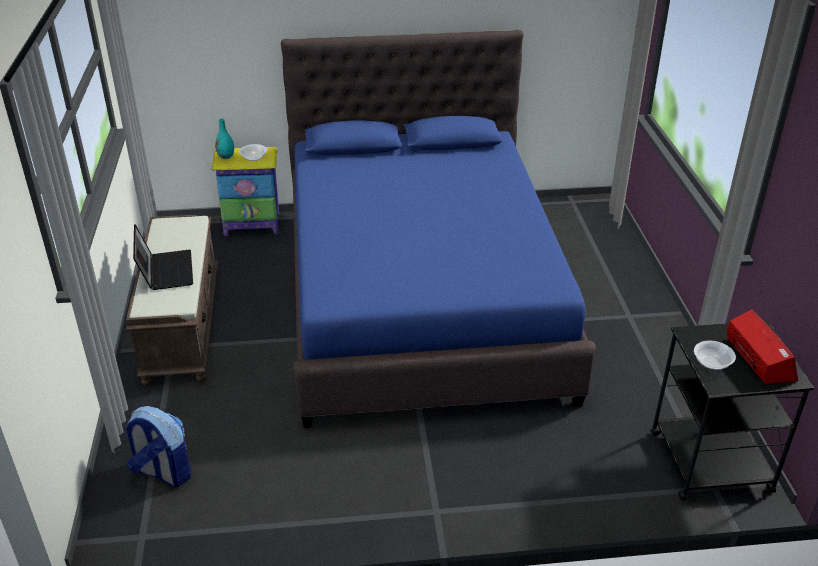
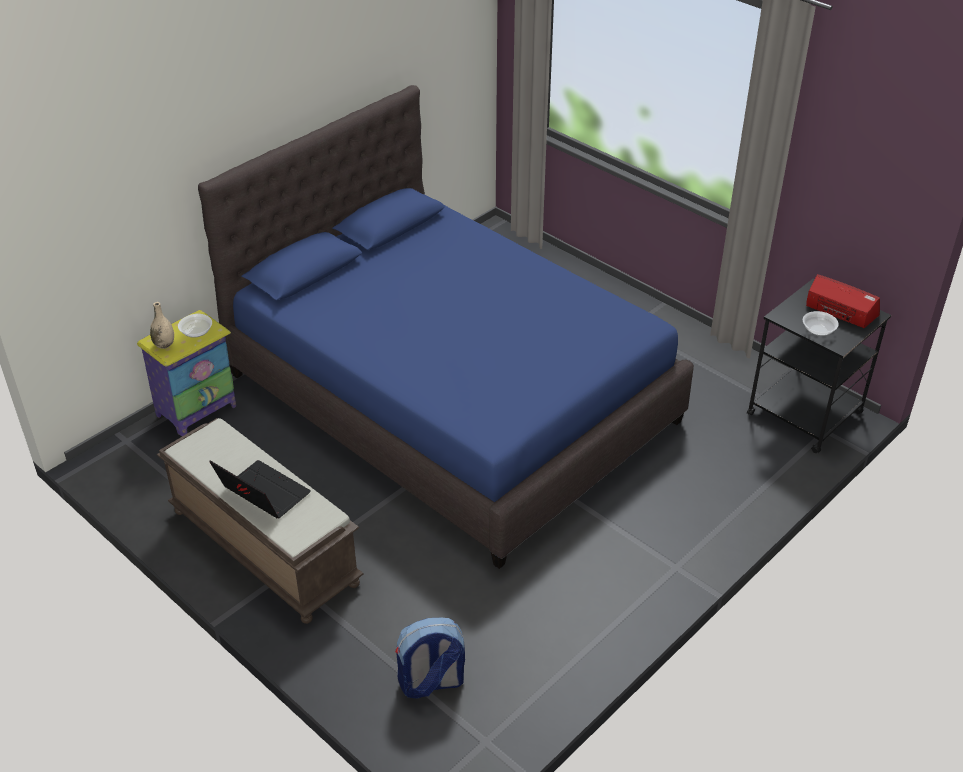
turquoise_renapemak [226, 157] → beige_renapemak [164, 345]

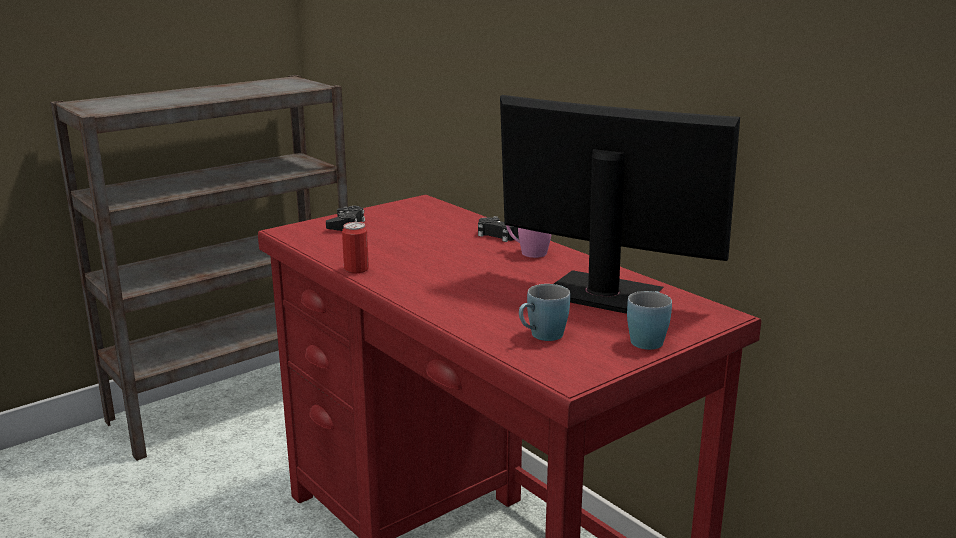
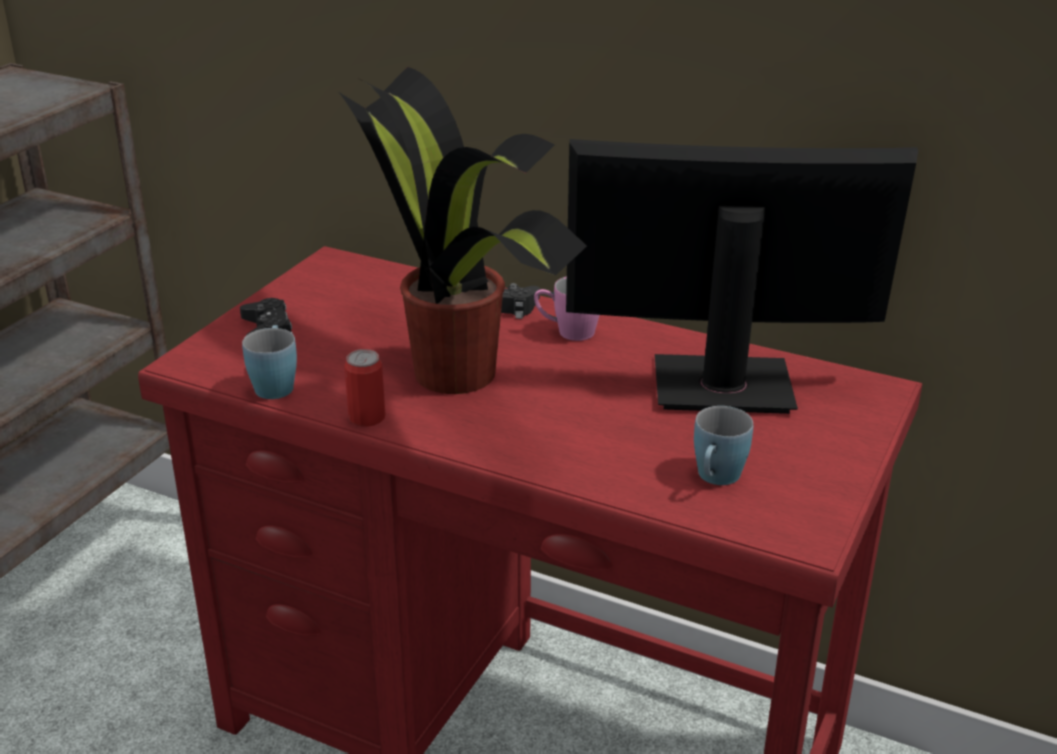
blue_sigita [648, 339] → blue_sigita [275, 383], relocated
- → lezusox [457, 375]

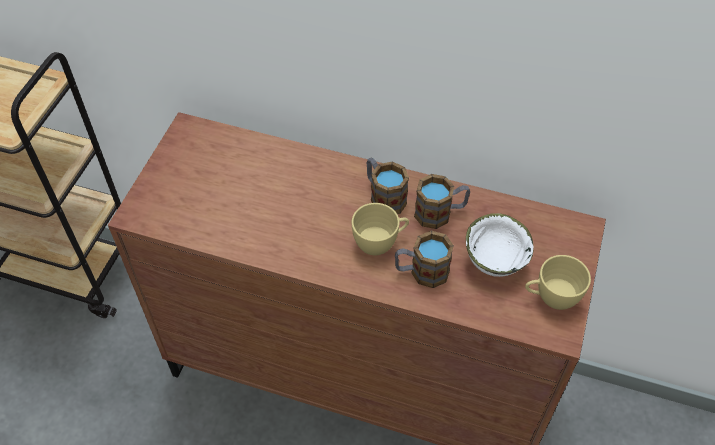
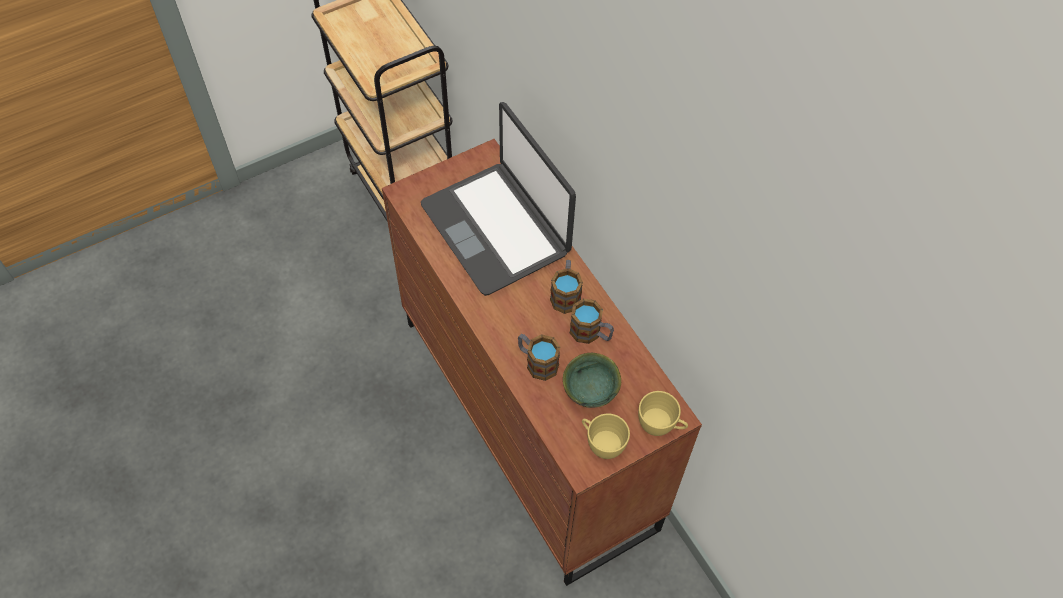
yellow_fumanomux [380, 243] → yellow_fumanomux [660, 426], relocated
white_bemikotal [494, 261] → green_bemikotal [591, 392]
- → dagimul [497, 228]

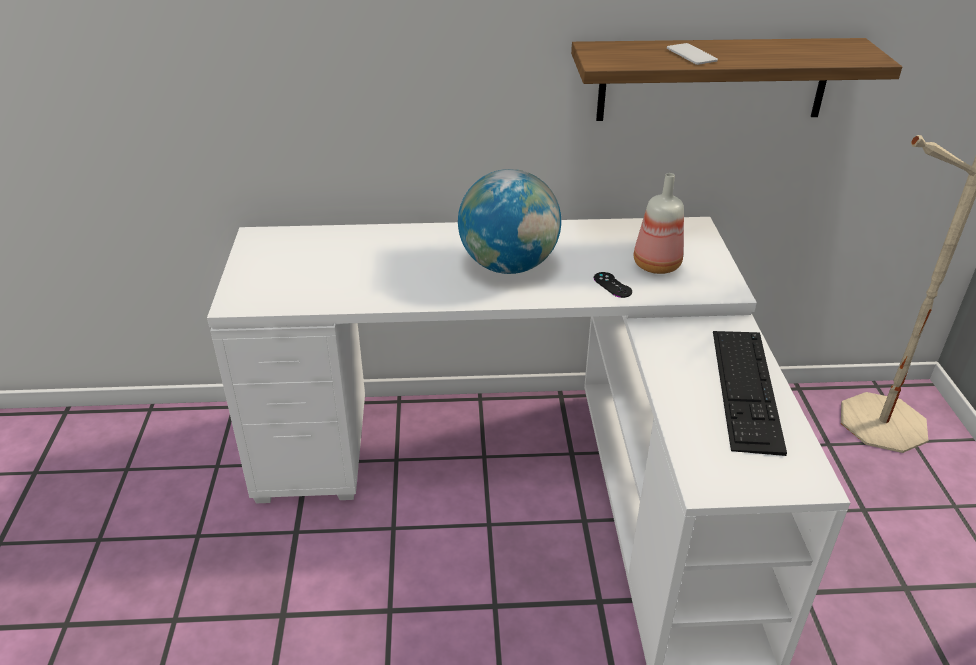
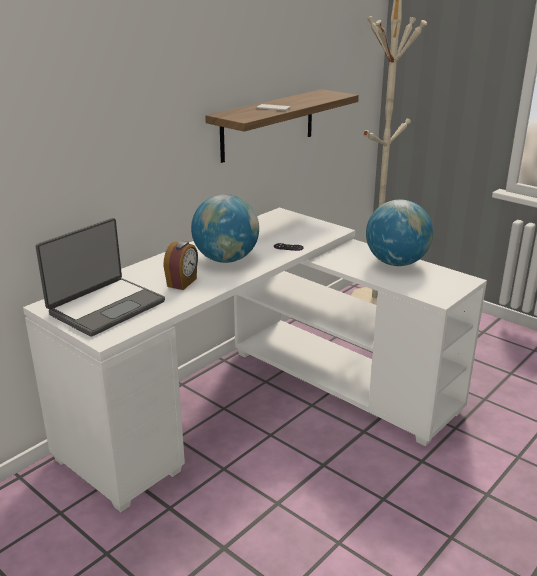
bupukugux [656, 266] → -
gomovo [746, 388] → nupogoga [396, 263]
- → dagimul [105, 307]
- → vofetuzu [182, 283]

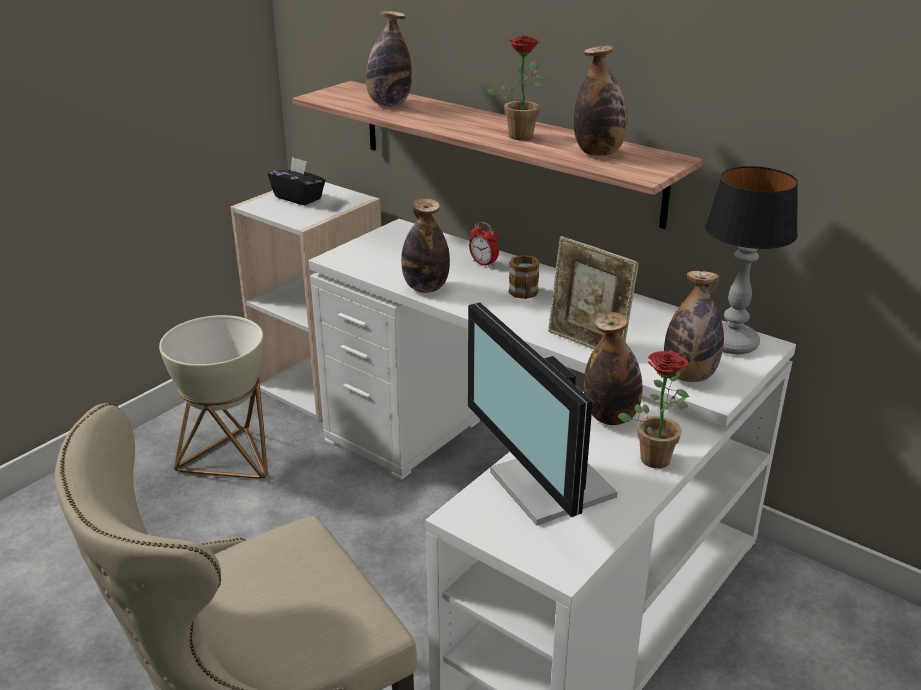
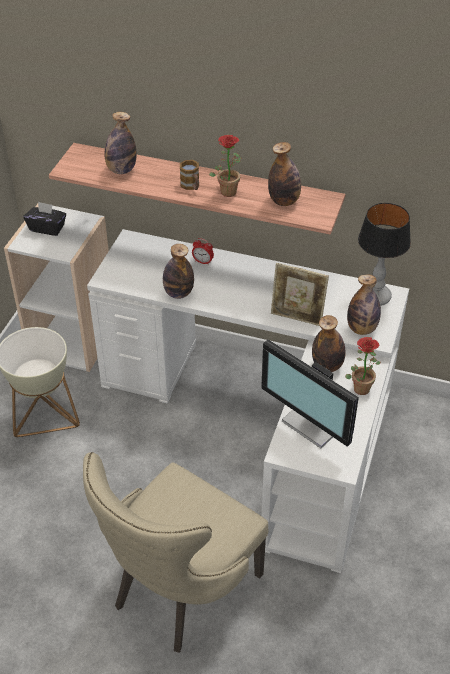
sigita [524, 295] → sigita [191, 186], relocated

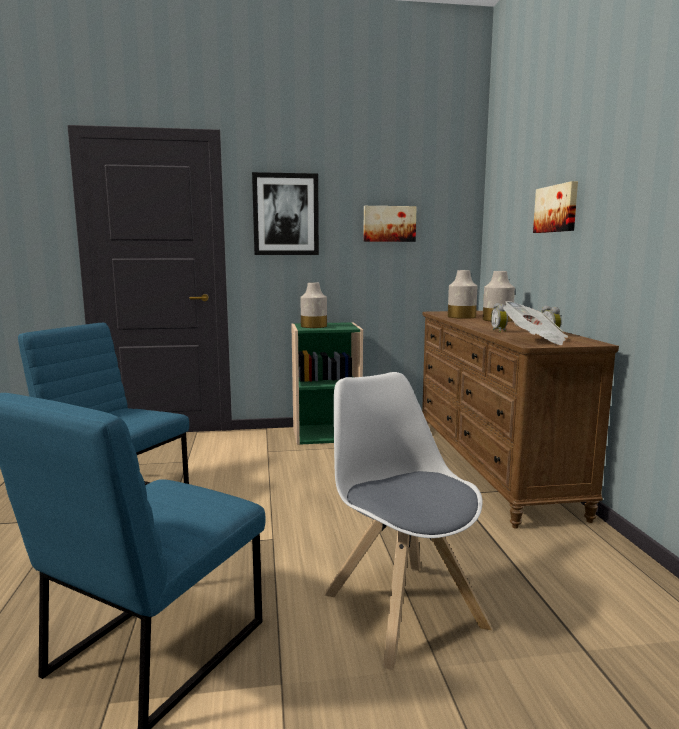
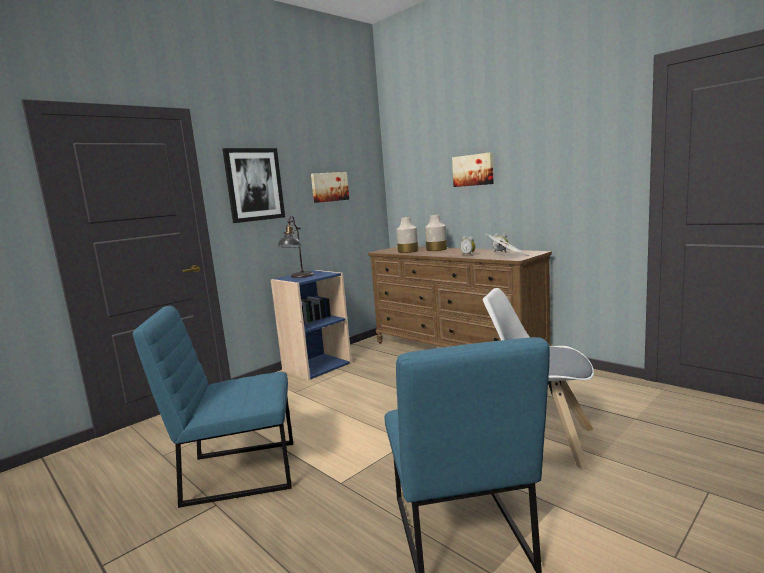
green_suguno [327, 434] → blue_suguno [317, 366]
beige_renapemak [314, 326] → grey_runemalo [299, 277]

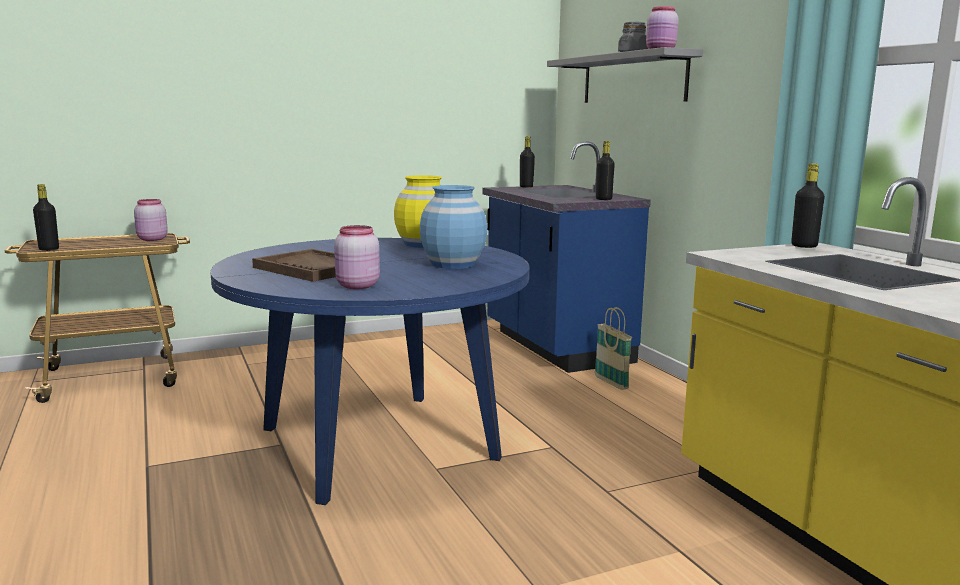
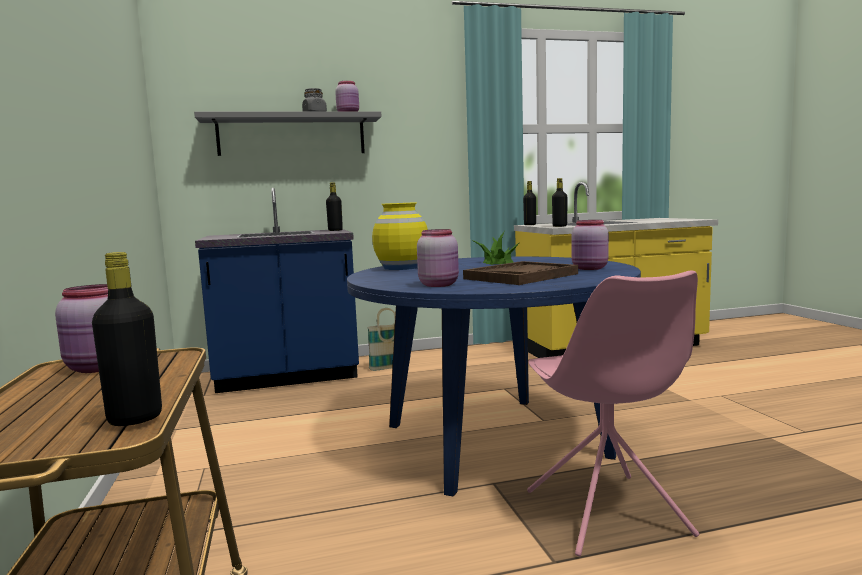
blue_renapemak [452, 264] → lezusox [498, 262]
black_bupukugux [526, 187] → black_bupukugux [559, 226], relocated
- → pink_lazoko [439, 285]
- → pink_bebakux [607, 514]

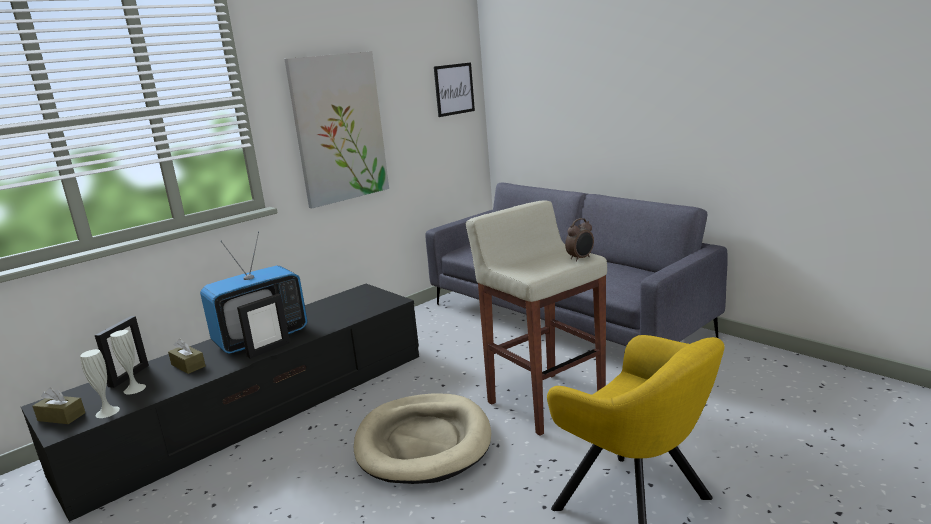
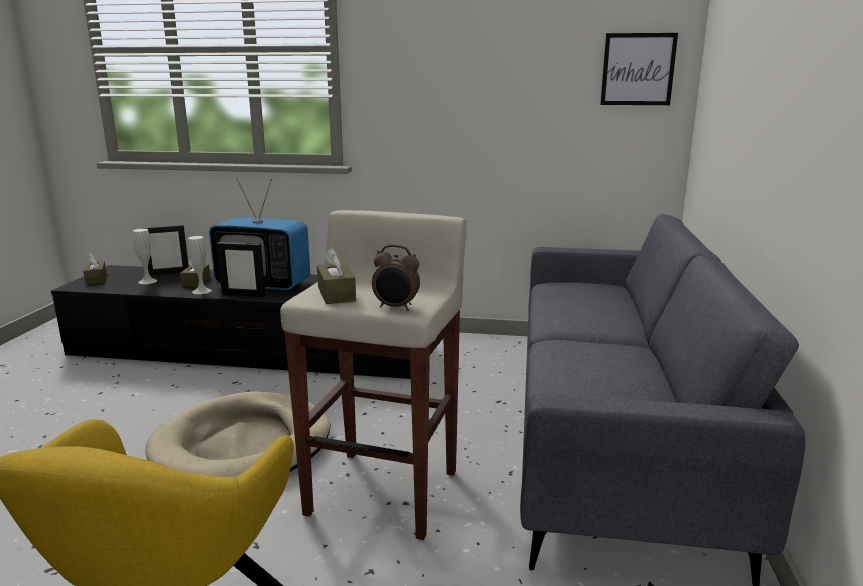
white_renapemak [107, 412] → white_renapemak [202, 291], relocated
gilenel [339, 128] → -
- → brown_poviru [336, 294]

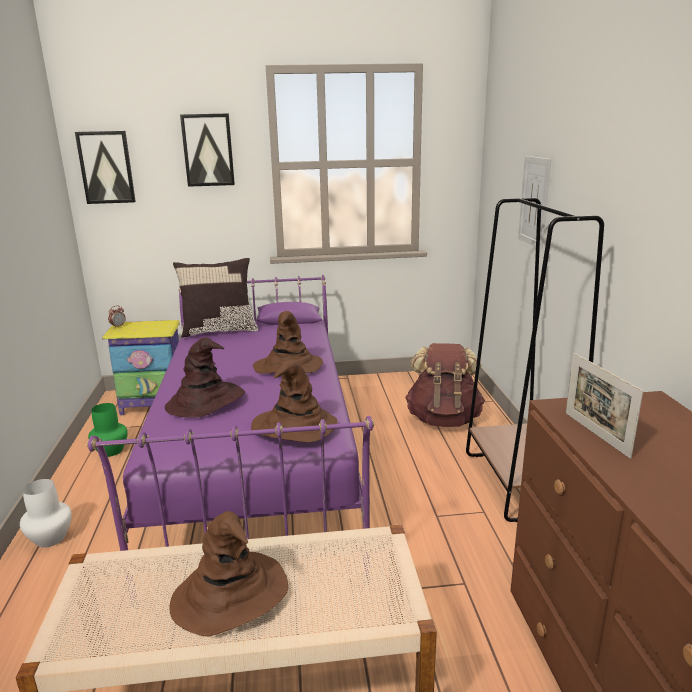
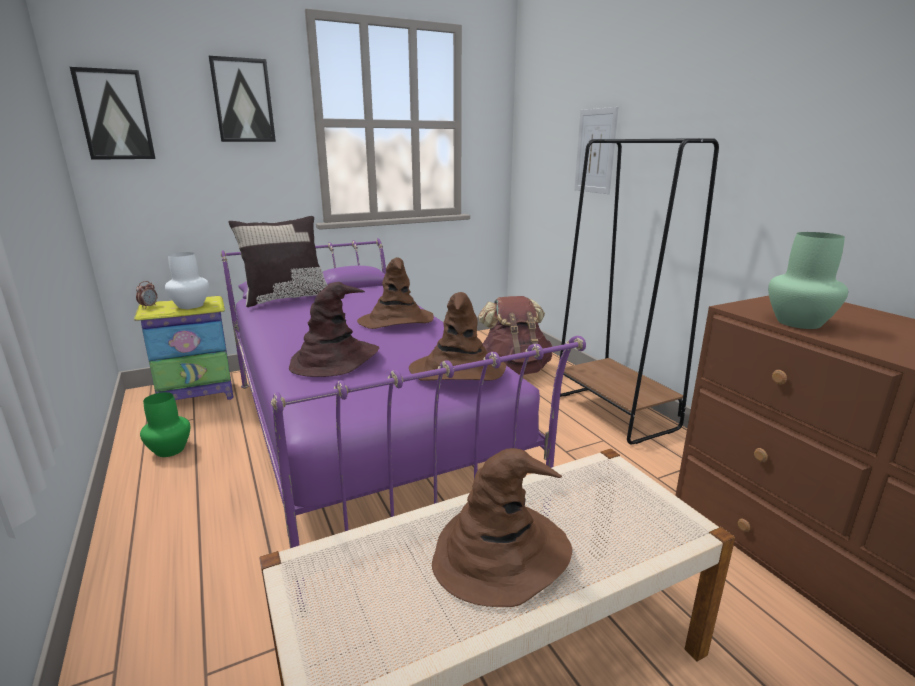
white_renapemak [50, 539] → white_renapemak [190, 306], relocated
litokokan [596, 434] → green_renapemak [799, 322]

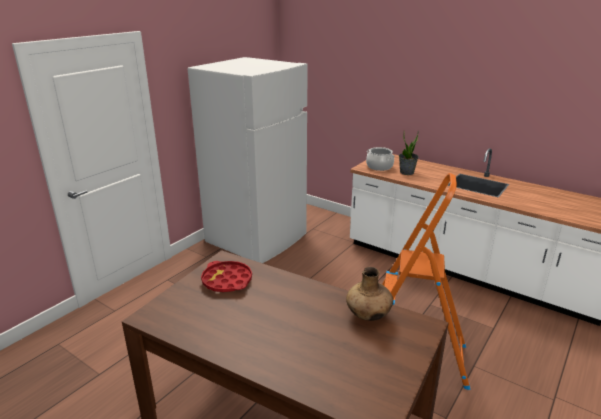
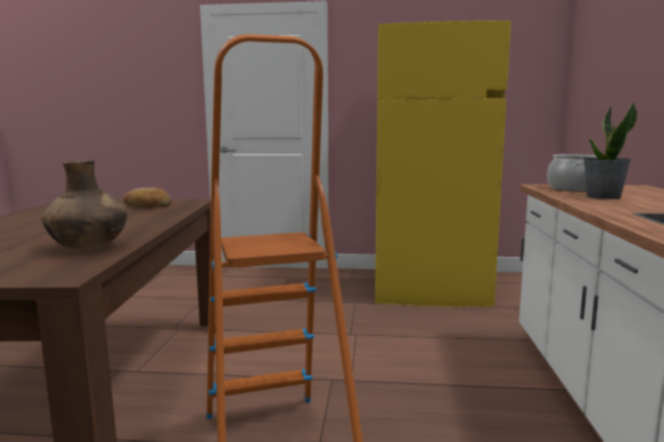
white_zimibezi [257, 237] → yellow_zimibezi [429, 287]
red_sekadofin [227, 280] → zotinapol [147, 206]

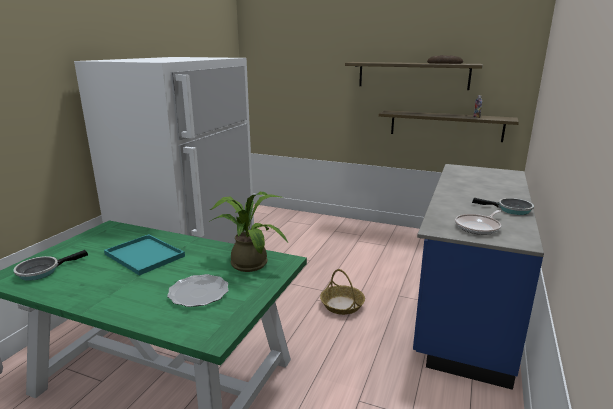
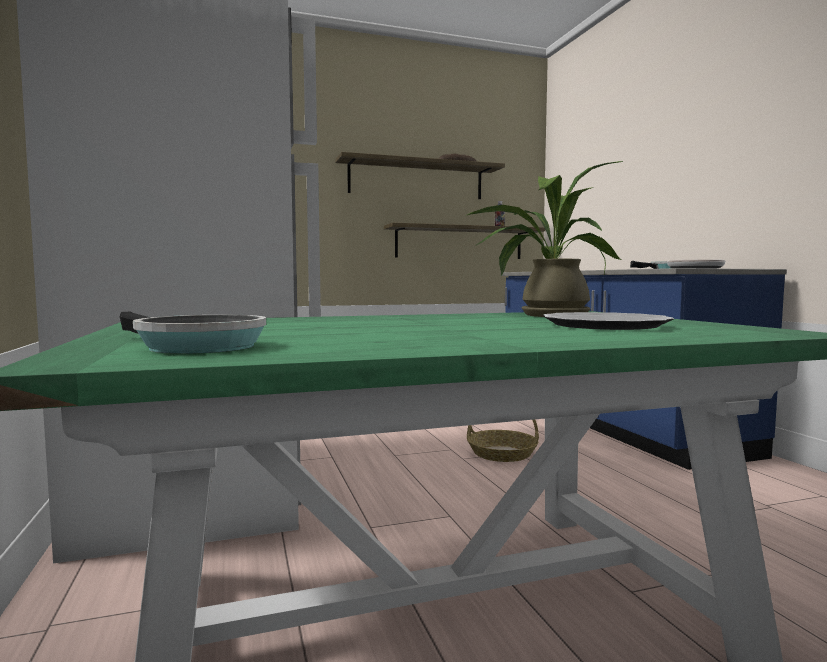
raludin [42, 271] → raludin [194, 346], 60 degrees counterclockwise
turquoise_sekadofin [143, 255] → -

